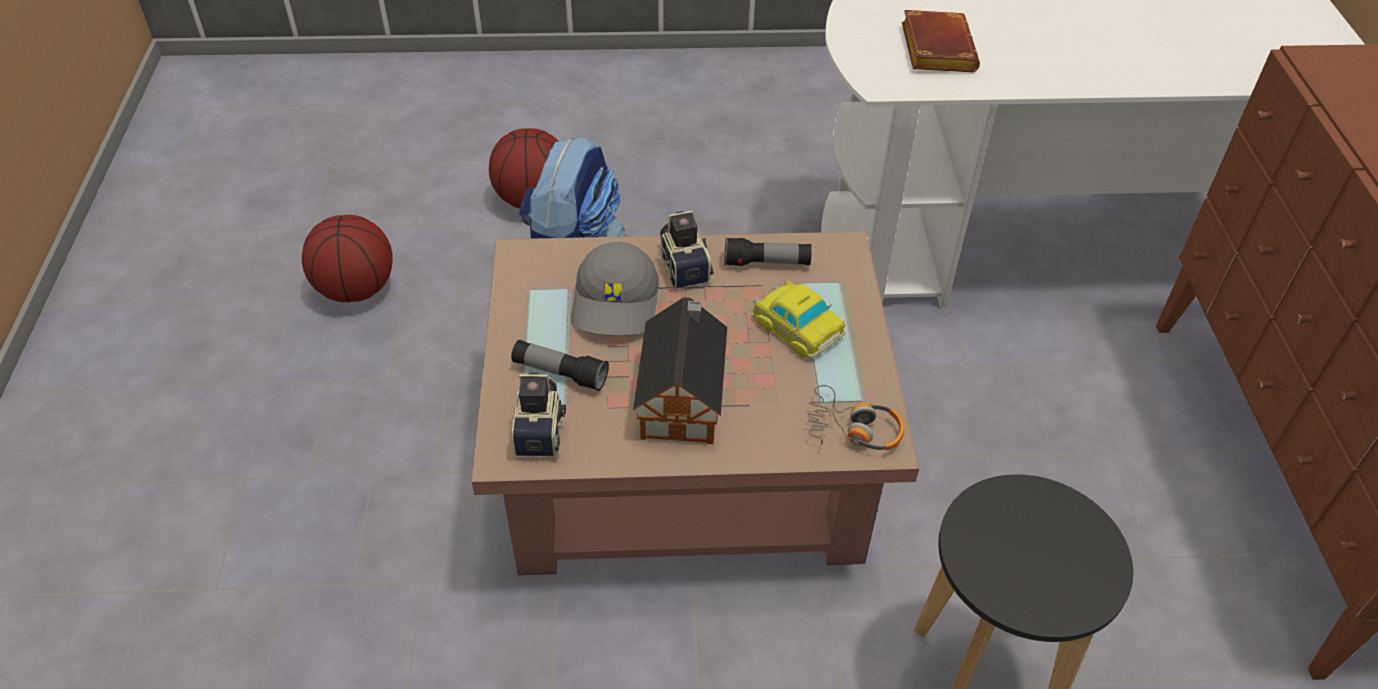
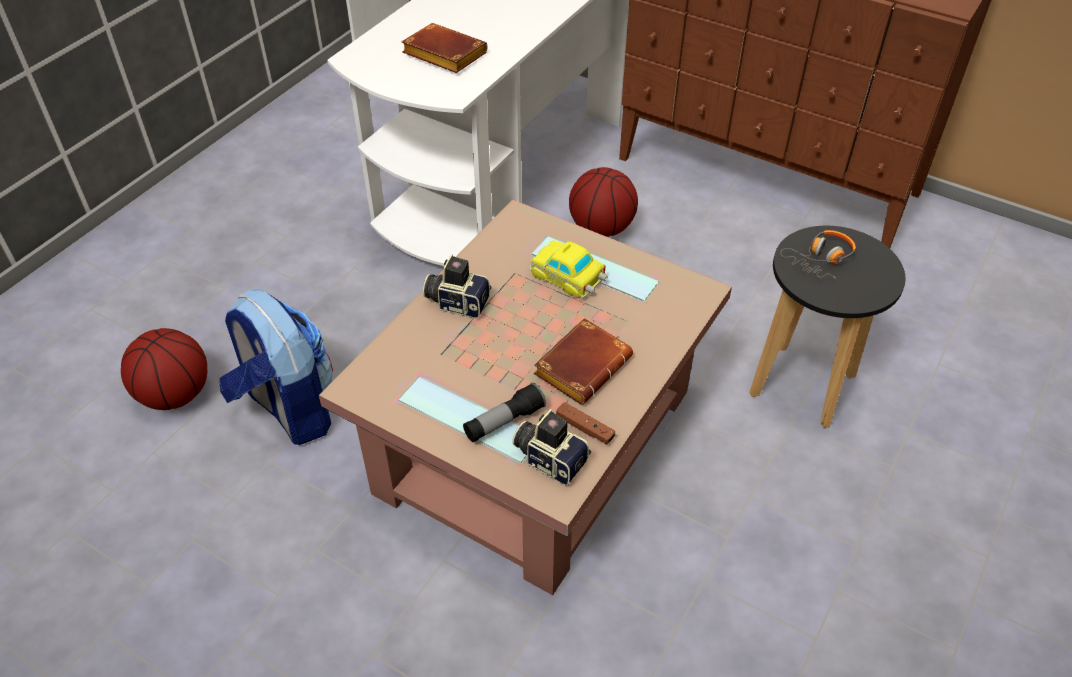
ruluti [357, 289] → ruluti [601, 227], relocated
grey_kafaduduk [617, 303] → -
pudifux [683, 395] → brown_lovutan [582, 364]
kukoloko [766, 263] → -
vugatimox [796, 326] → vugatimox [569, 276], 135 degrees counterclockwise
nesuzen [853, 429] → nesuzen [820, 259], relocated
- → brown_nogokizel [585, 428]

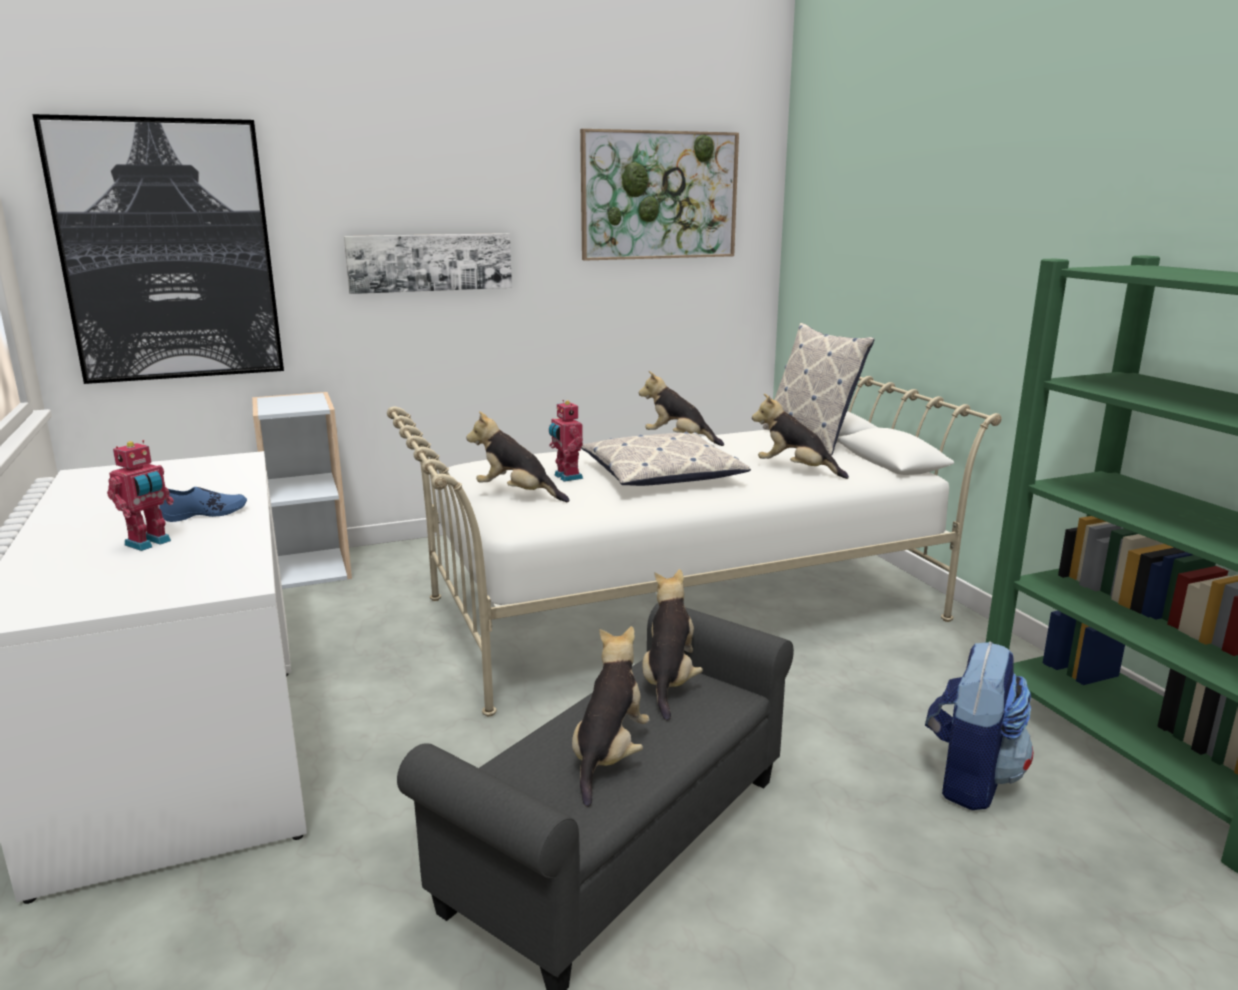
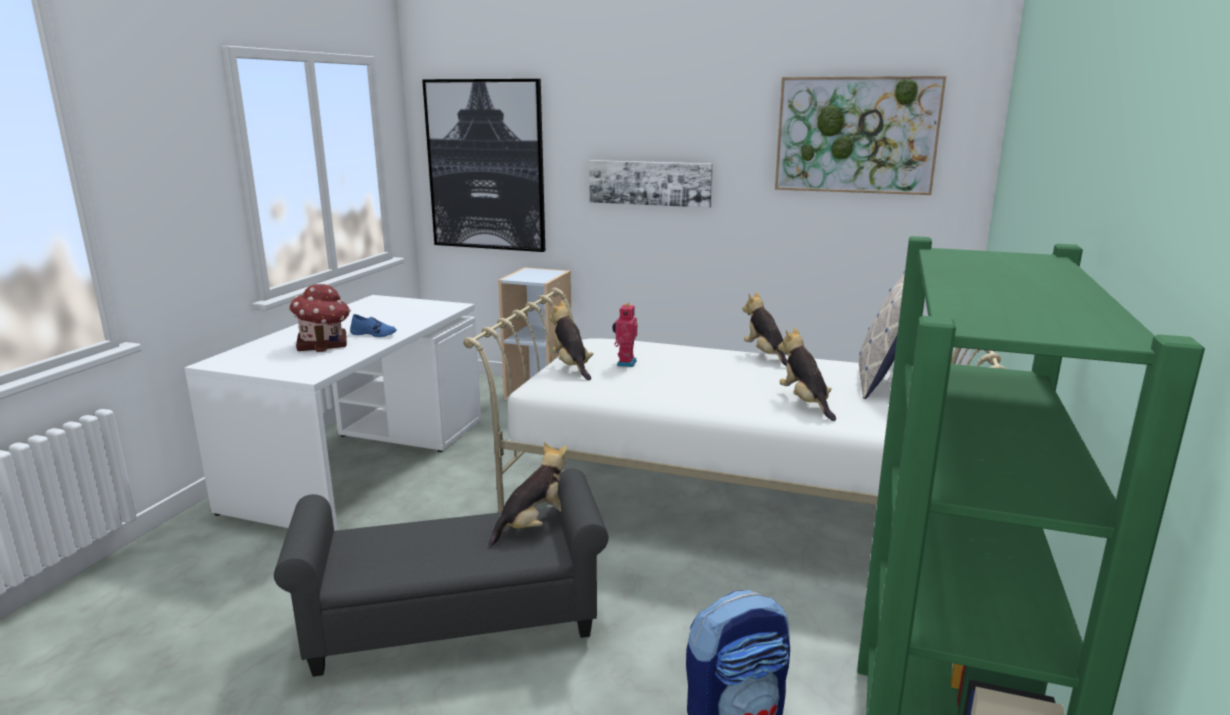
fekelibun [149, 543] → pudifux [324, 343]
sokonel [609, 755] → -
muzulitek [662, 474] → -

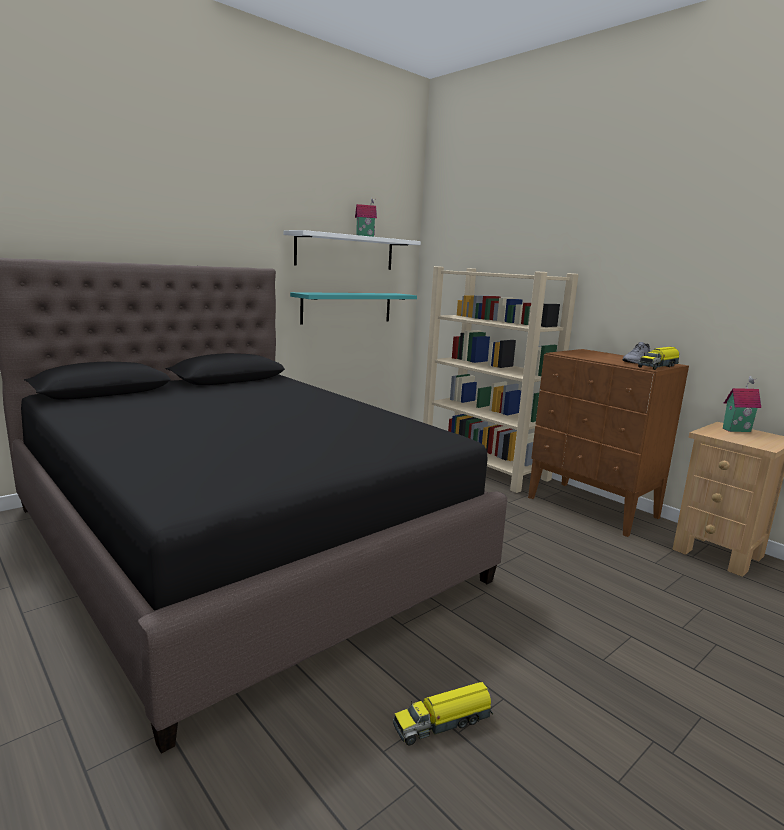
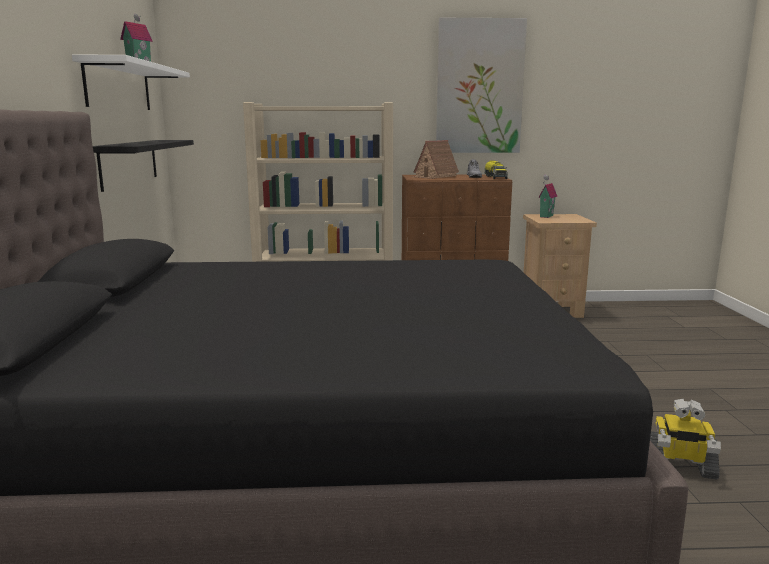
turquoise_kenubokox [347, 307] → black_kenubokox [129, 163]
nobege [444, 722] → fekelibun [678, 467]
- → pudifux [434, 176]
- → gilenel [479, 87]

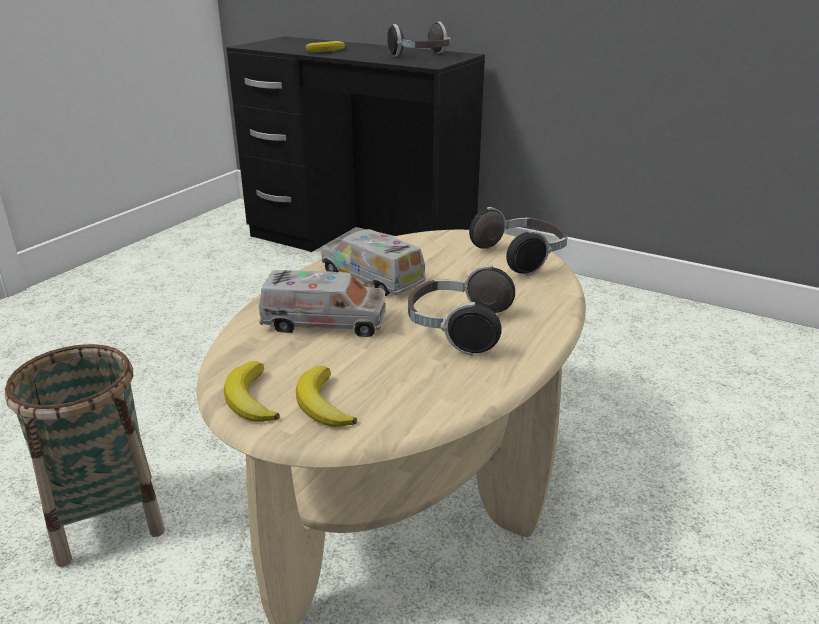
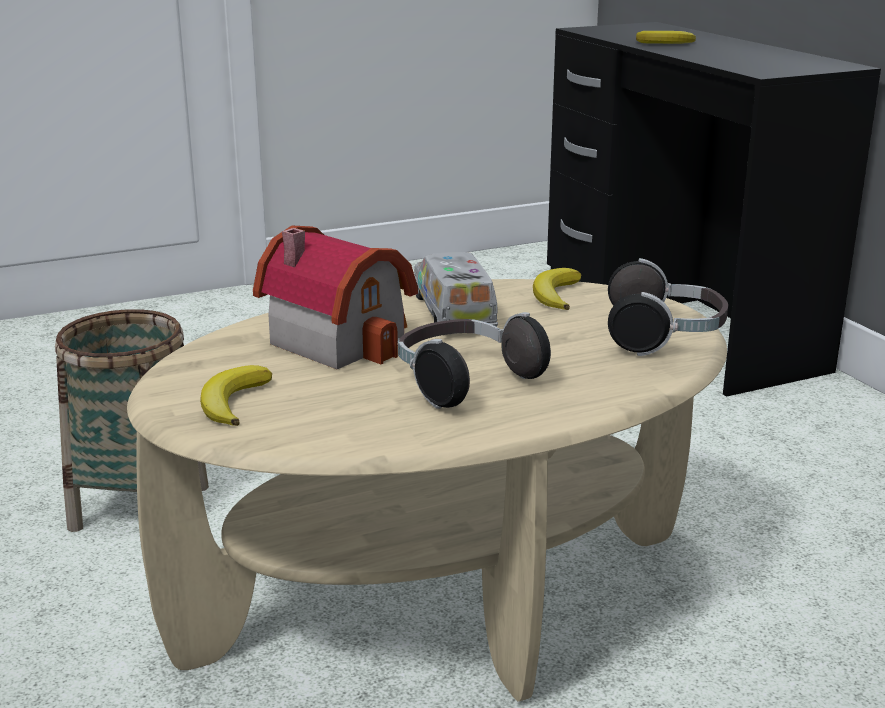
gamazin [250, 399] → gamazin [555, 294], relocated
nobege [324, 322] → pudifux [341, 338]
nesuzen [422, 57] → -

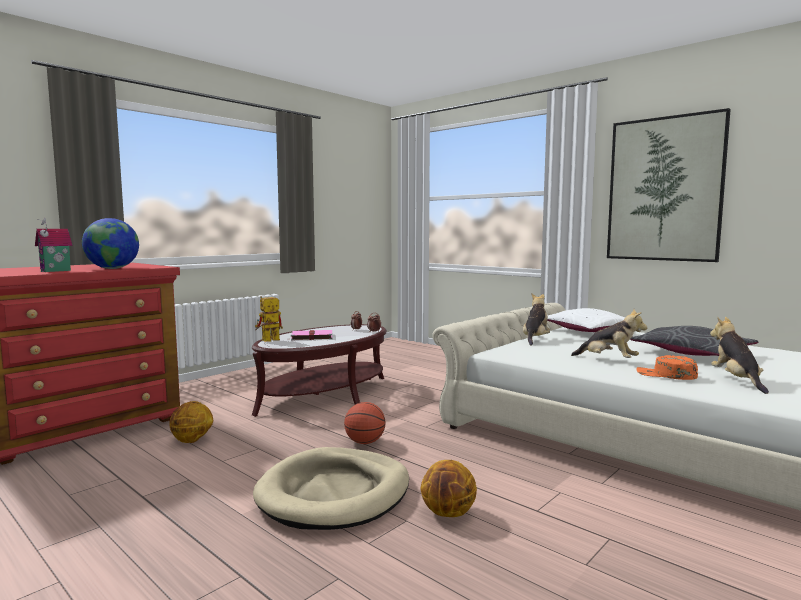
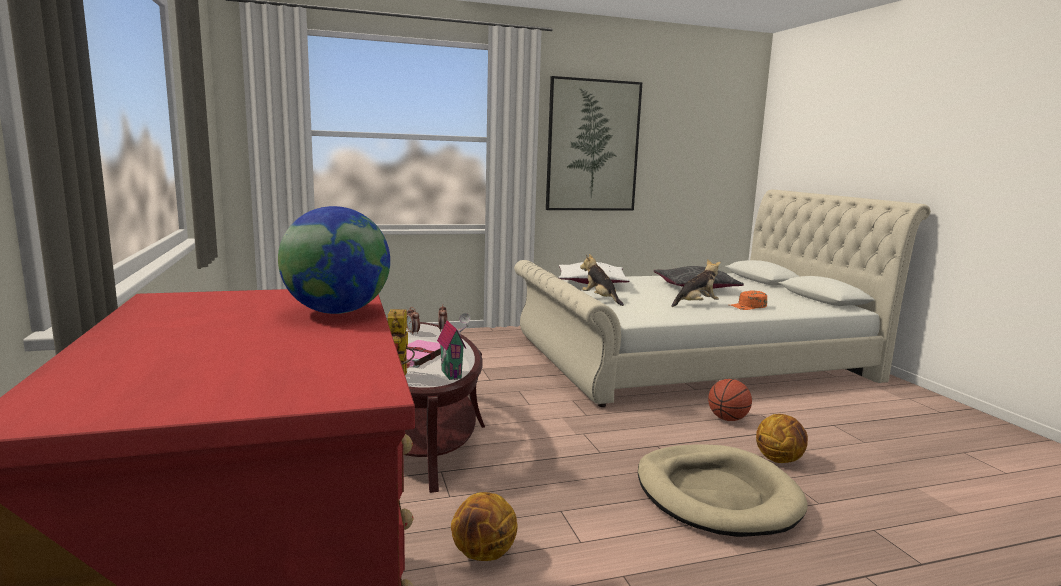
pudifux [56, 271] → pudifux [453, 374], relocated
ruluti [365, 442] → ruluti [727, 419], relocated
sokonel [737, 380] → -

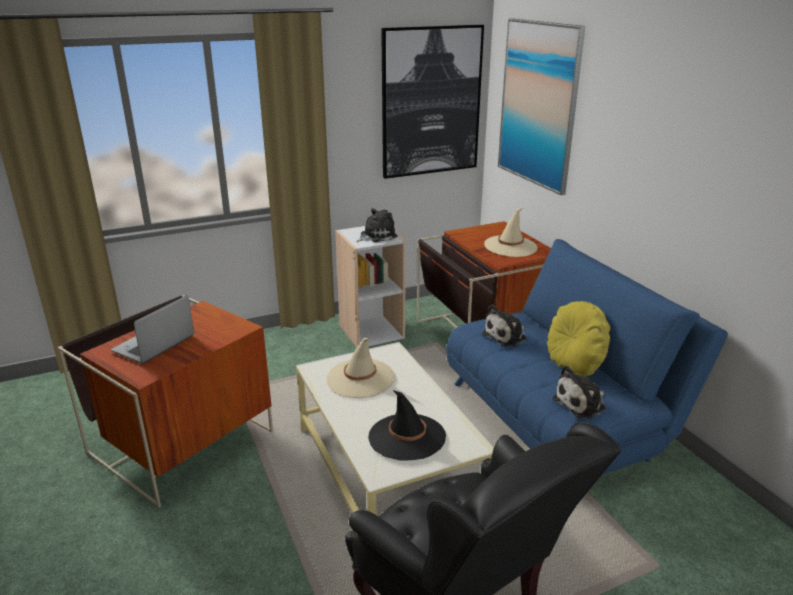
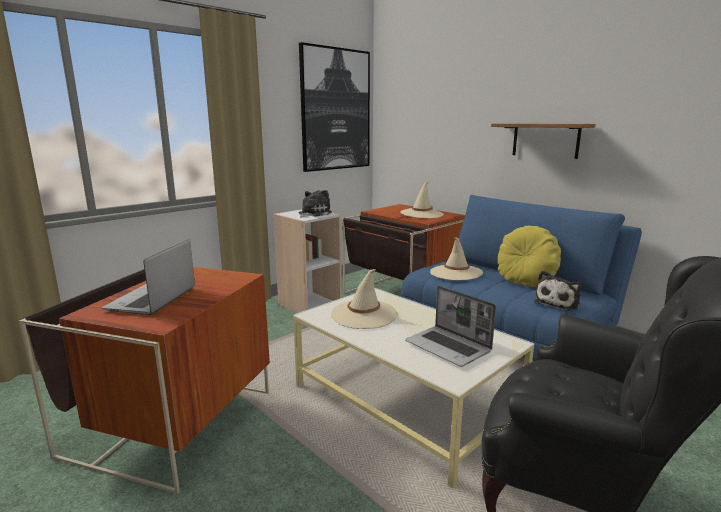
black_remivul [407, 437] → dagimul [449, 347]
sokonel [506, 336] → beige_remivul [456, 273]
gilenel [538, 104] → -
- → kenubokox [545, 140]

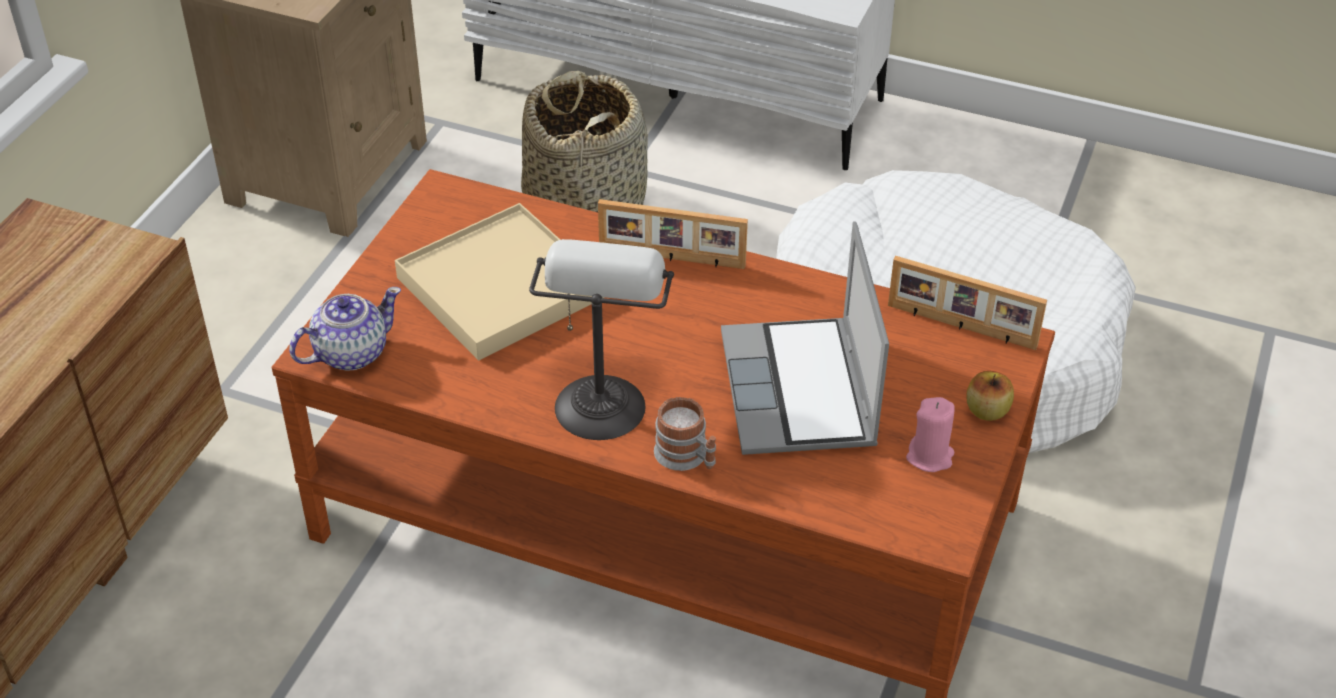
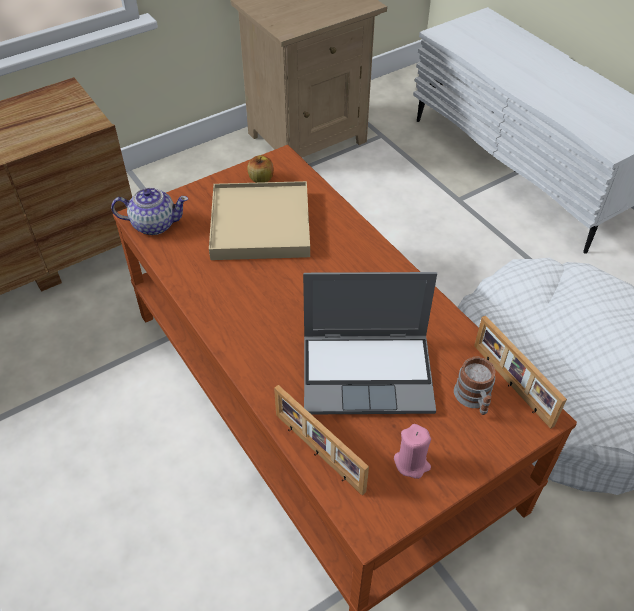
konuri [586, 206] → -
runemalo [601, 392] → -
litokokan [671, 258] → litokokan [318, 453], relocated
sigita [687, 457] → sigita [474, 399], relocated
dagimul [800, 392] → dagimul [368, 373], 120 degrees counterclockwise
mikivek [987, 411] → mikivek [261, 179], relocated

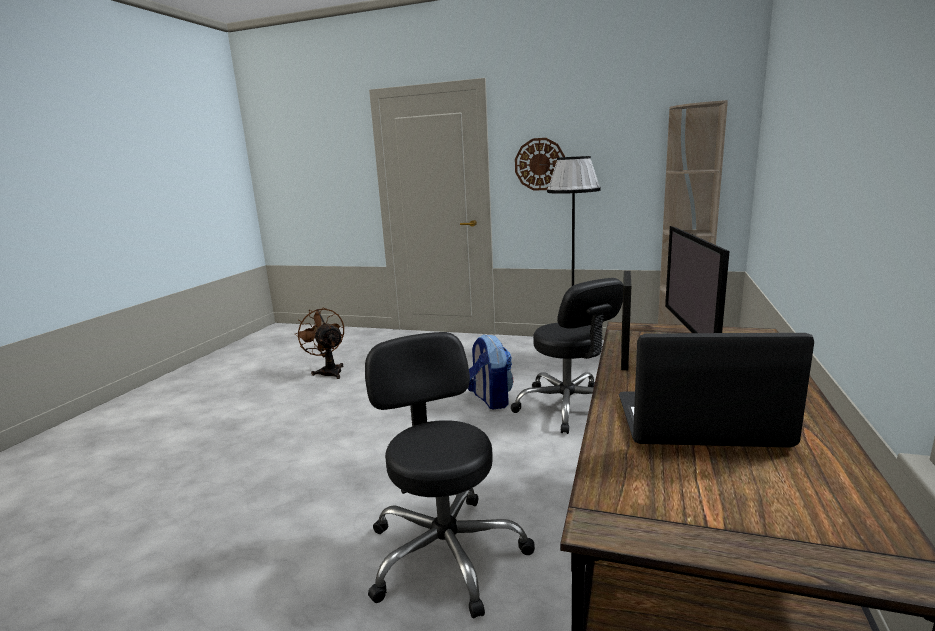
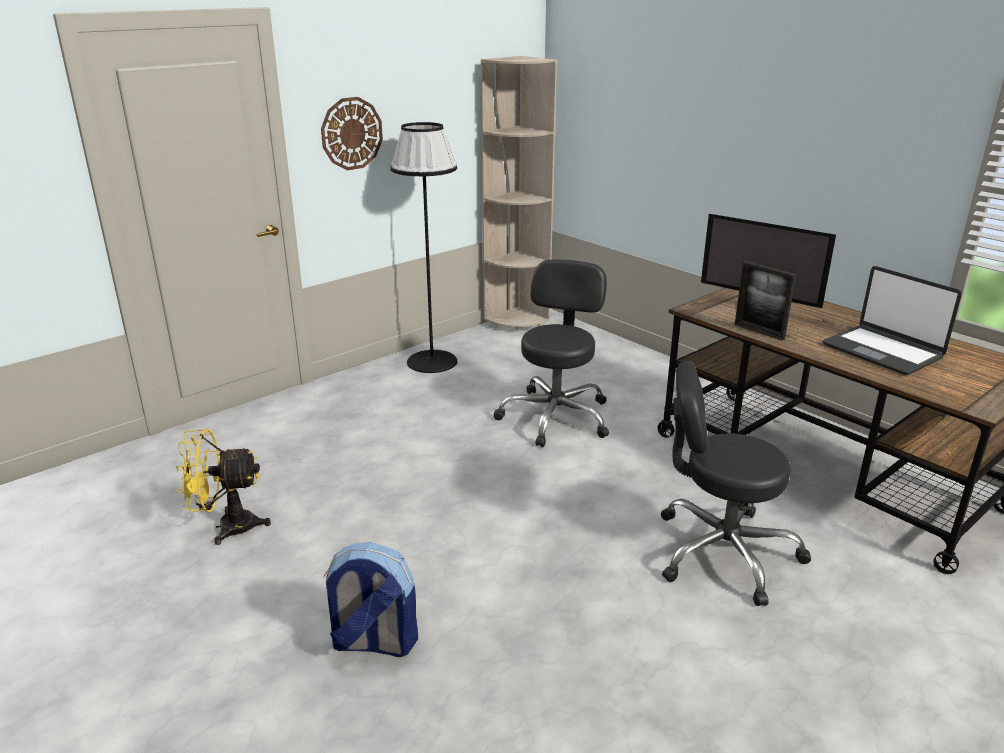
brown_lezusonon [328, 371] → yellow_lezusonon [227, 527]
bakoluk [490, 400] → bakoluk [373, 643], relocated
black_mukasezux [570, 409] → black_mukasezux [556, 414], 75 degrees counterclockwise
dagimul [699, 423] → dagimul [883, 351], 75 degrees counterclockwise

